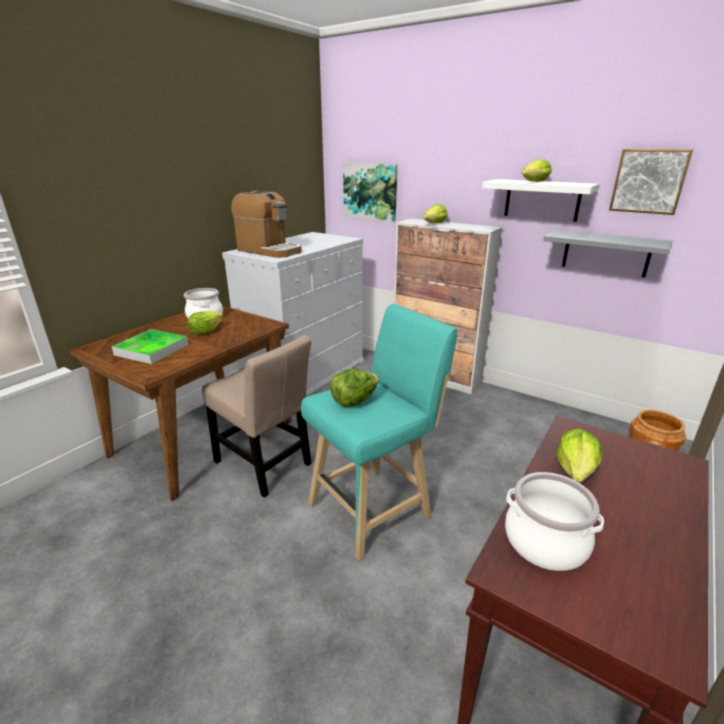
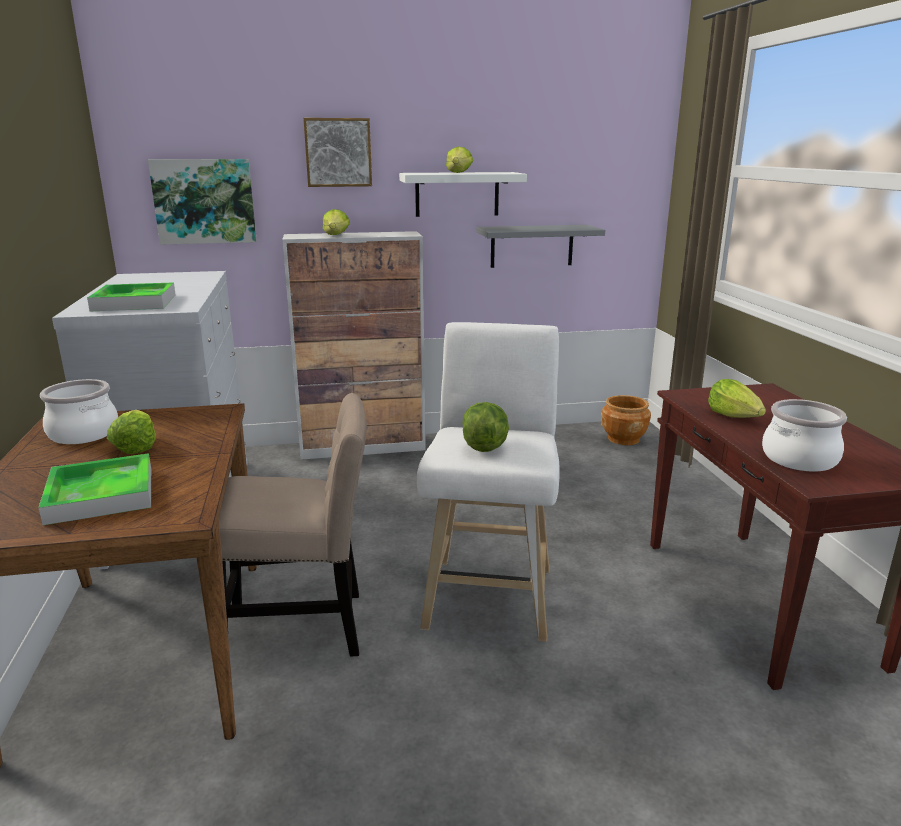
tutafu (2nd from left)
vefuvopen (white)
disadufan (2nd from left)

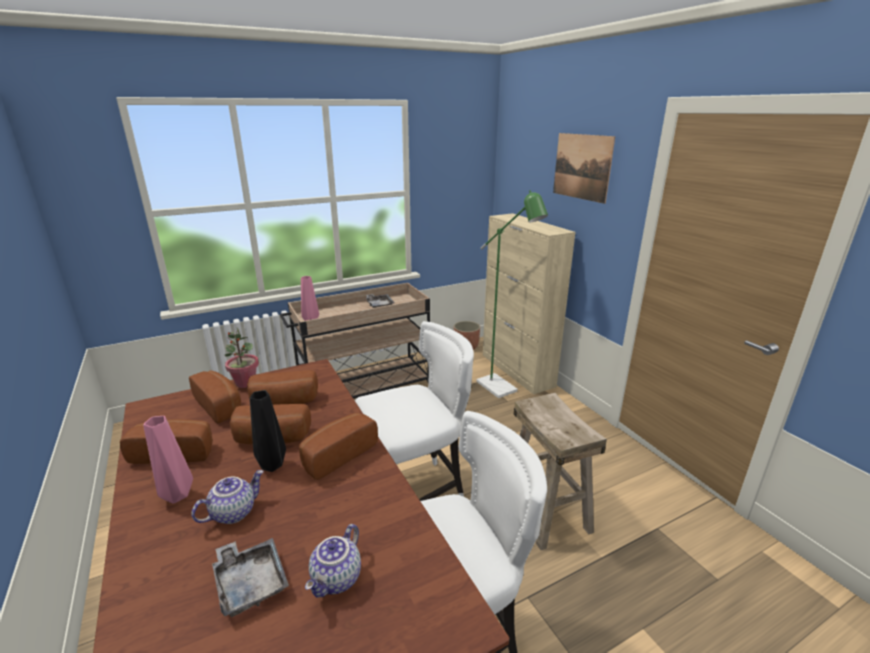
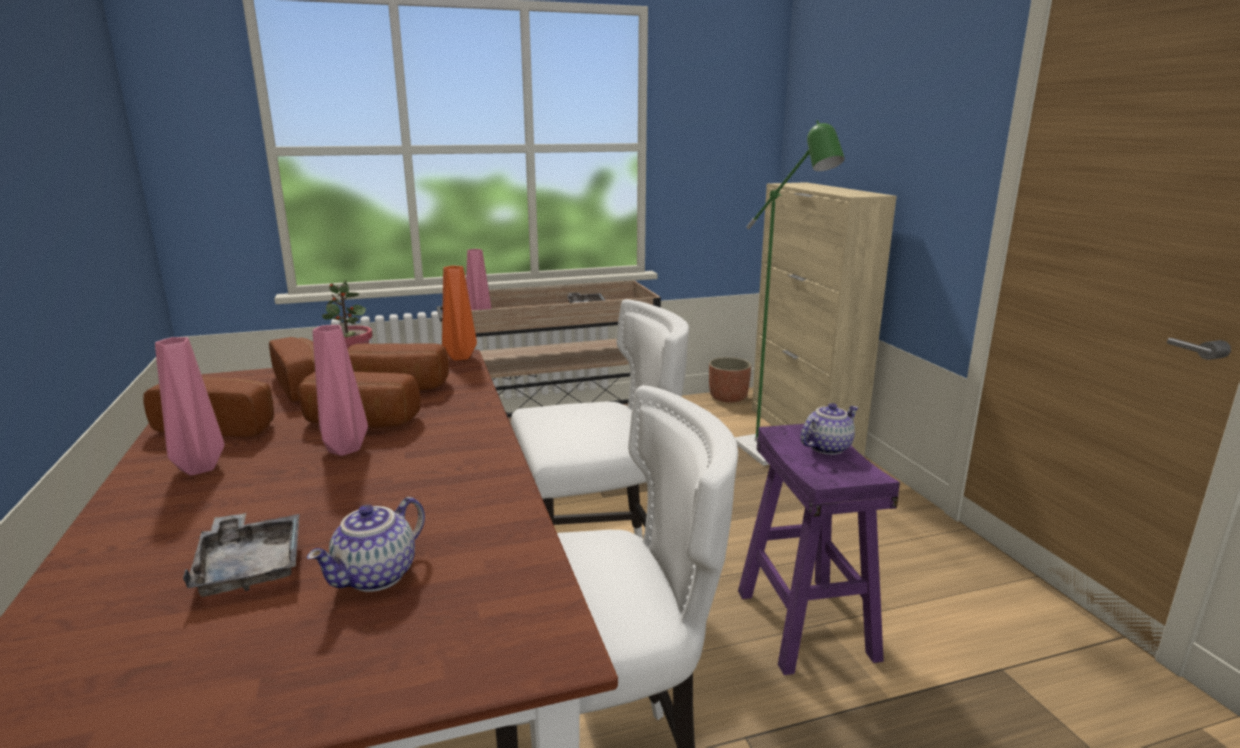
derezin (2nd from left)
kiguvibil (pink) (2nd from left)
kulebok (5th from left in the first image)
vefuvopen (purple)
disadufan
kiguvibil (orange)

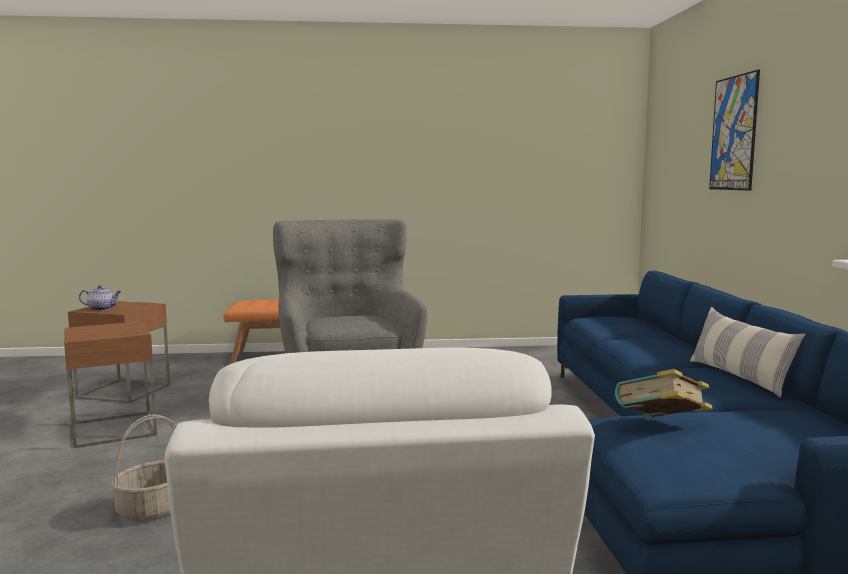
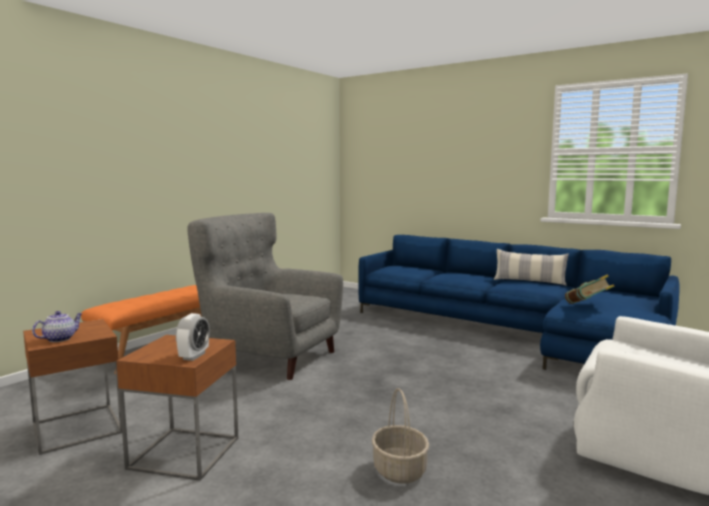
disadufan
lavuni

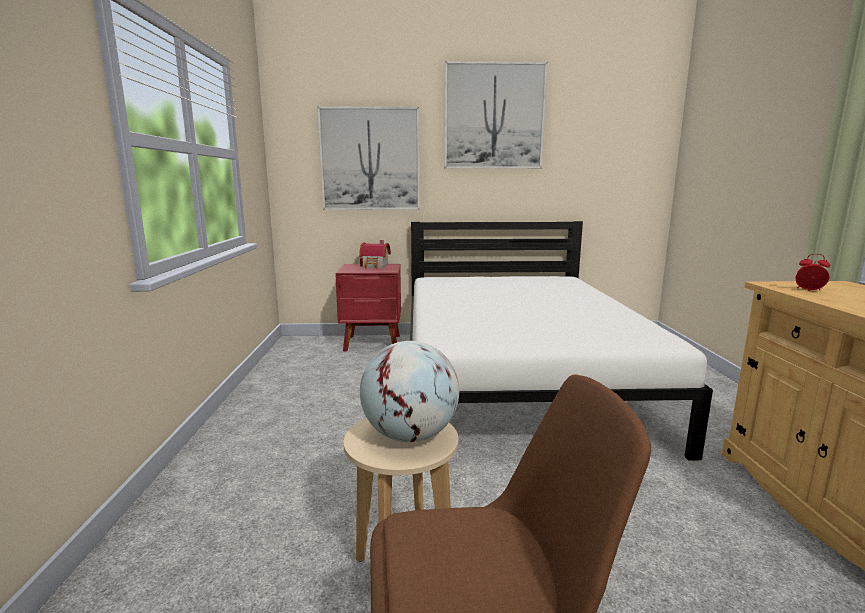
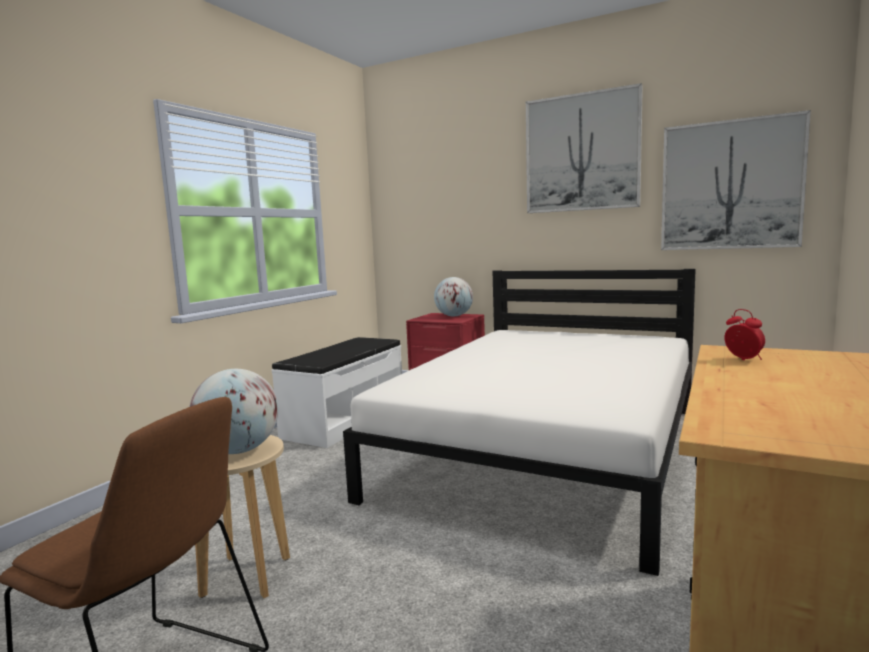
disadufan (2nd from left)
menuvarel (2nd from left)
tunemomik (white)

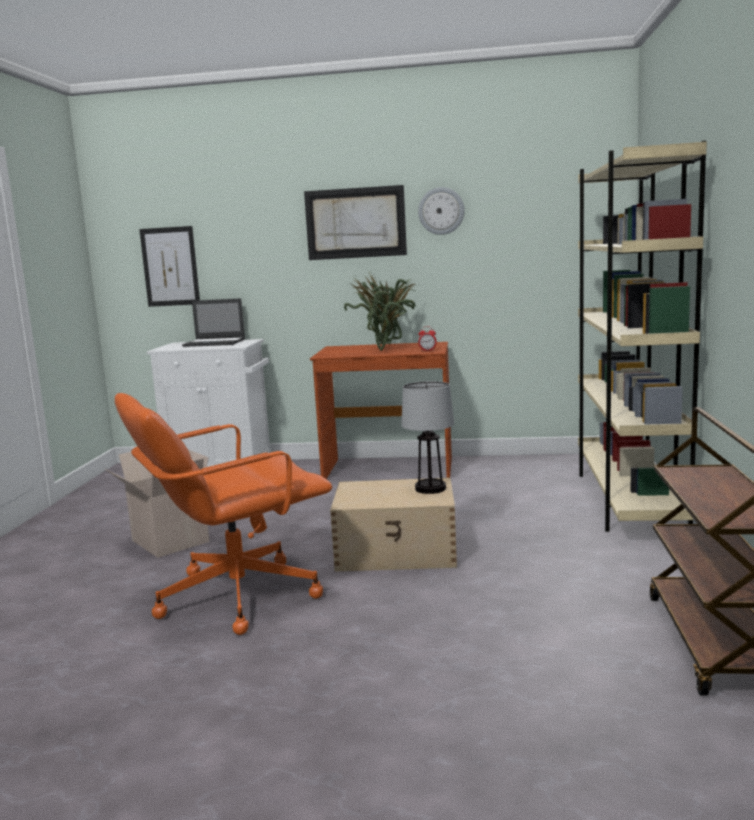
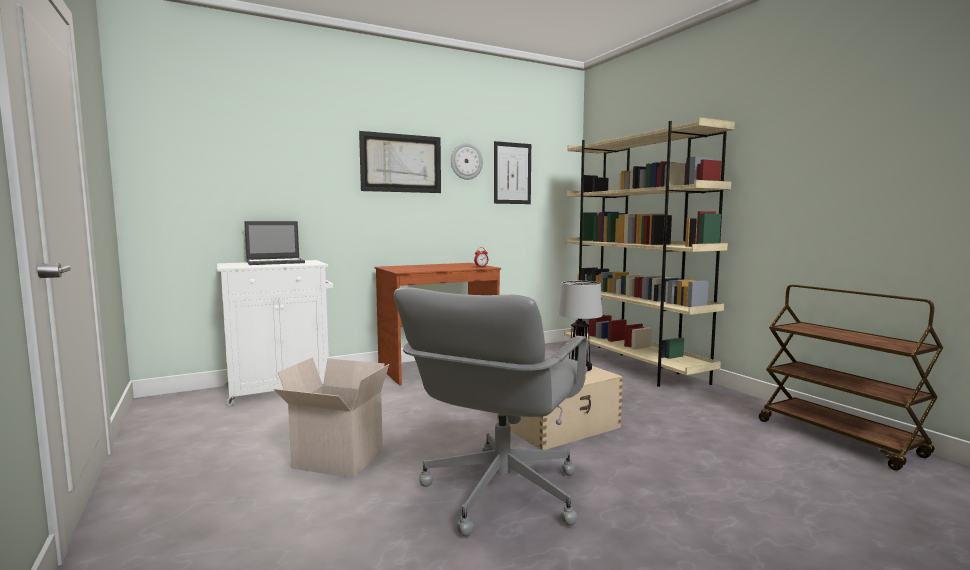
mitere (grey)
disadufan (2nd from left)
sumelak

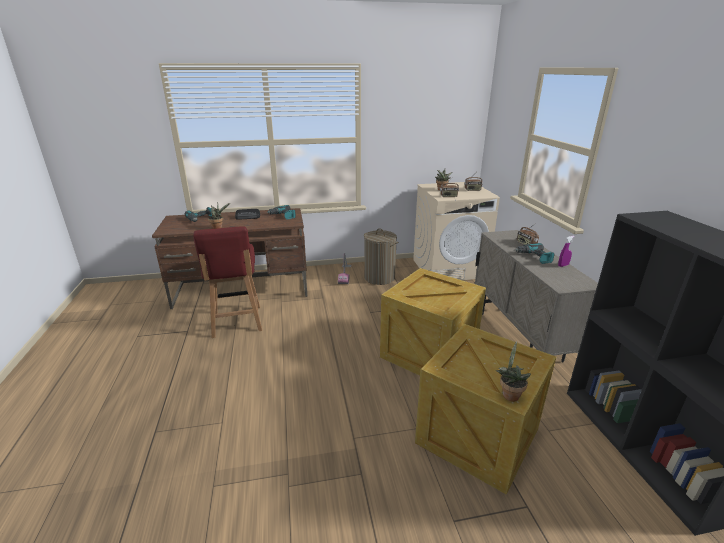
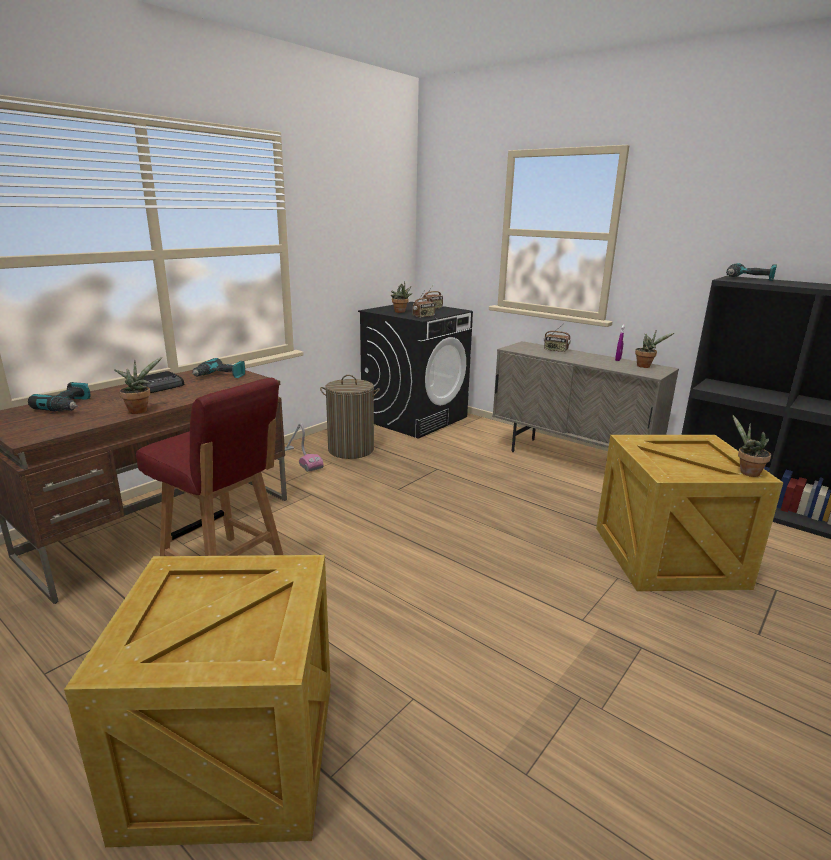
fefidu (1st from left)
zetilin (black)
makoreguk (3rd from left)
sumelak (3rd from left)

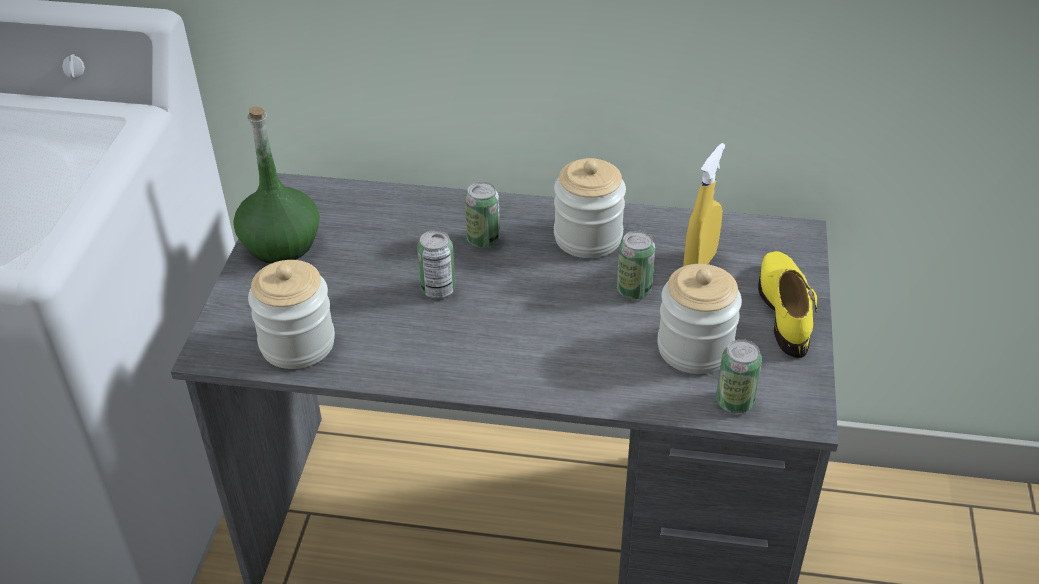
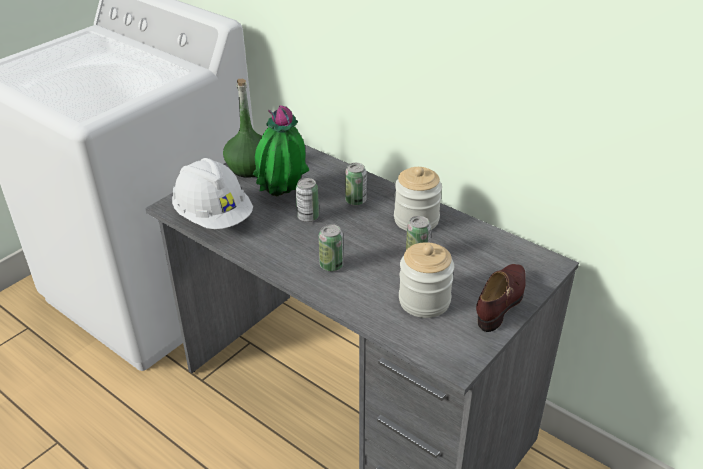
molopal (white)
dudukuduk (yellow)
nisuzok (2nd from left)
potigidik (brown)
sumelak

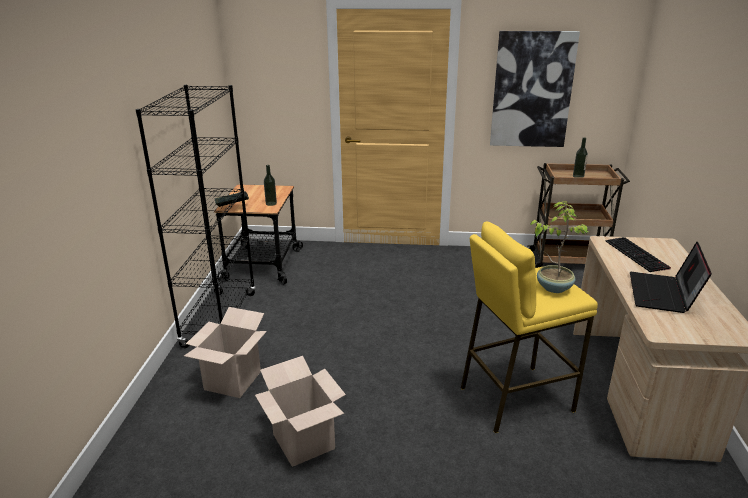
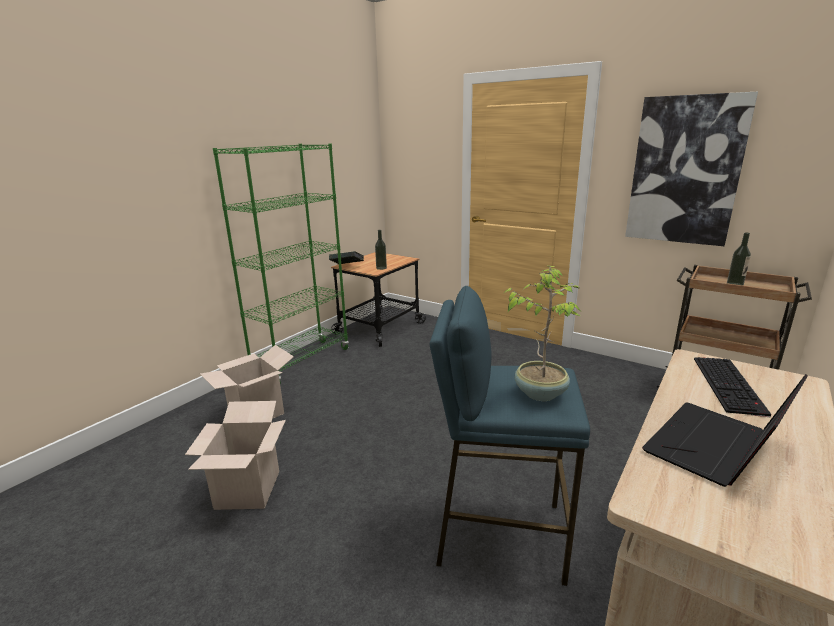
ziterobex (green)
vefuvopen (blue)

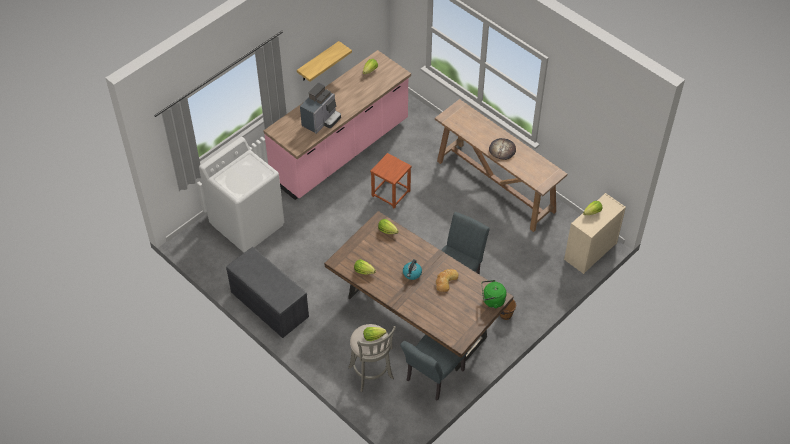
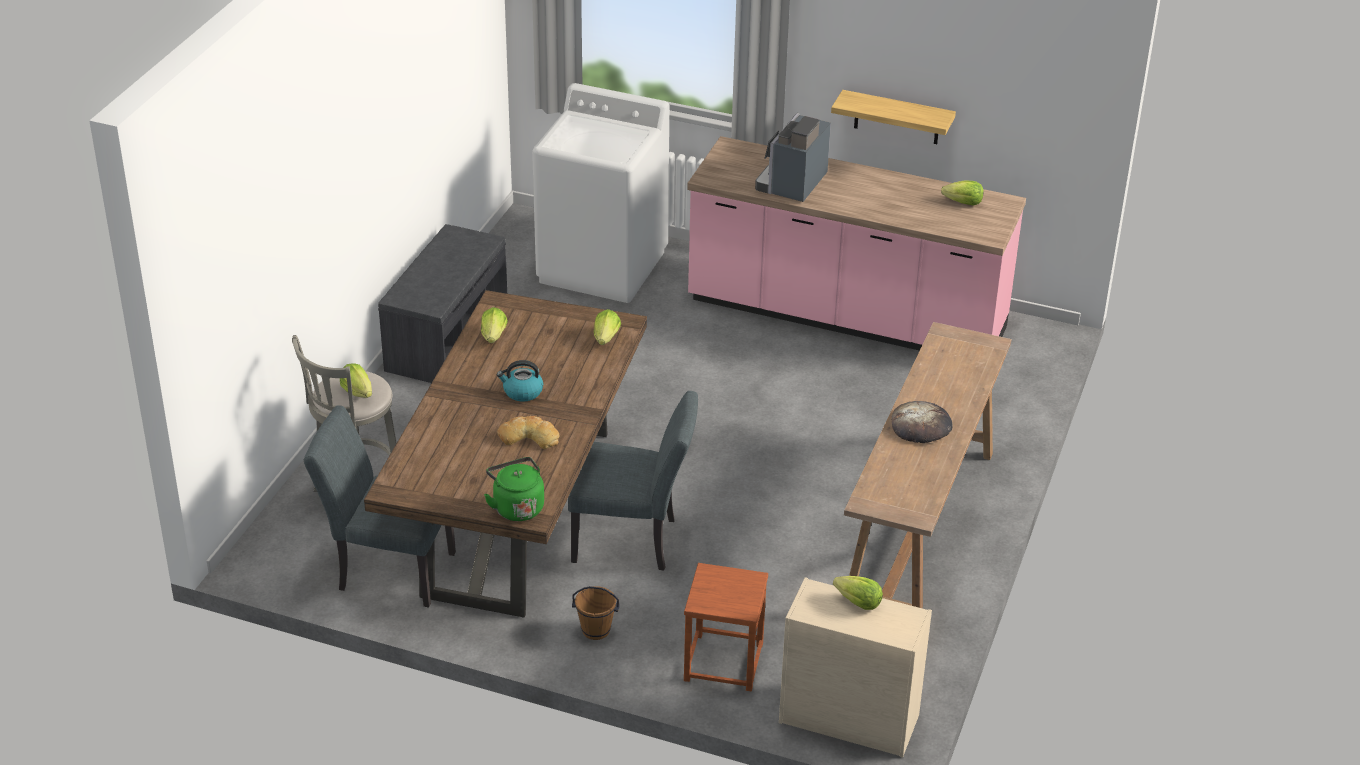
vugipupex
vefuvopen (brown)

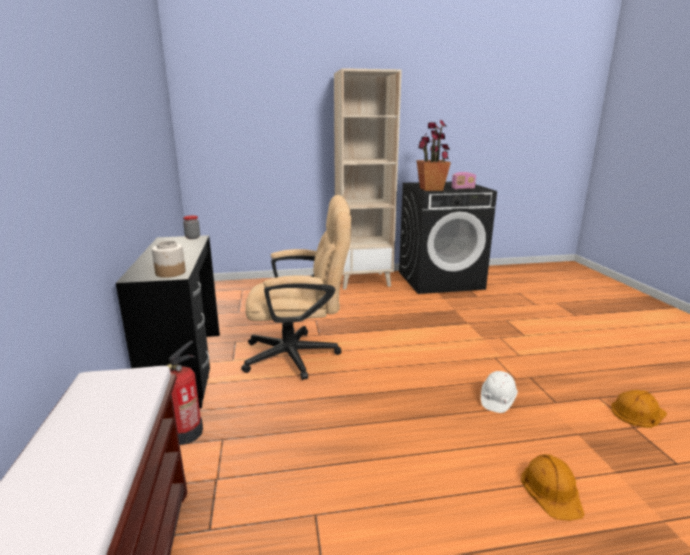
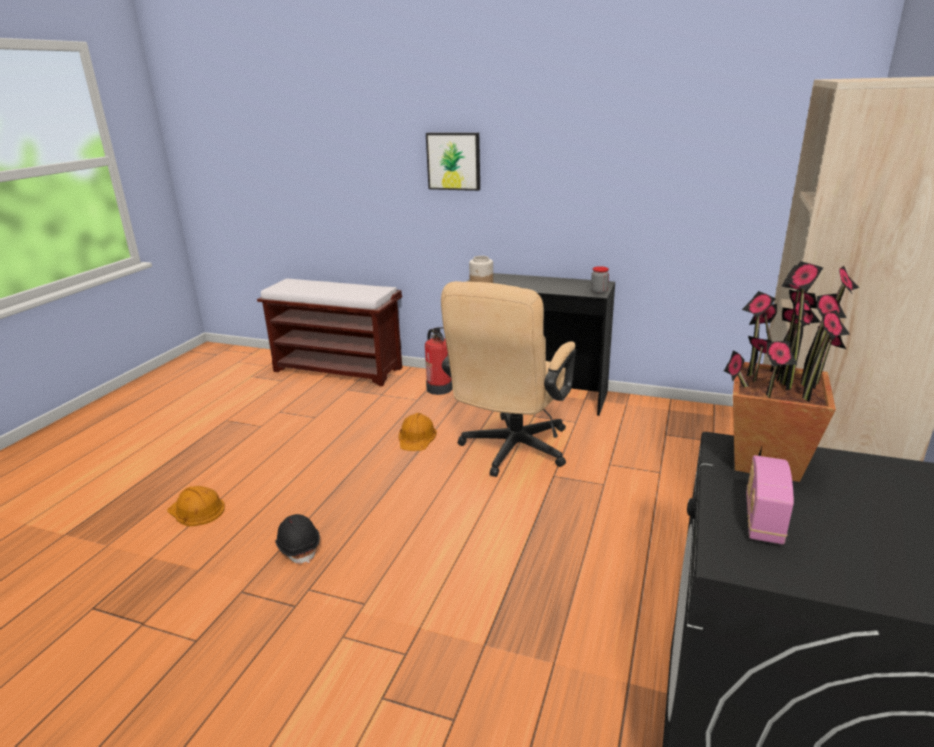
molopal (black)
molopal (orange) (2nd from left)
disadufan

